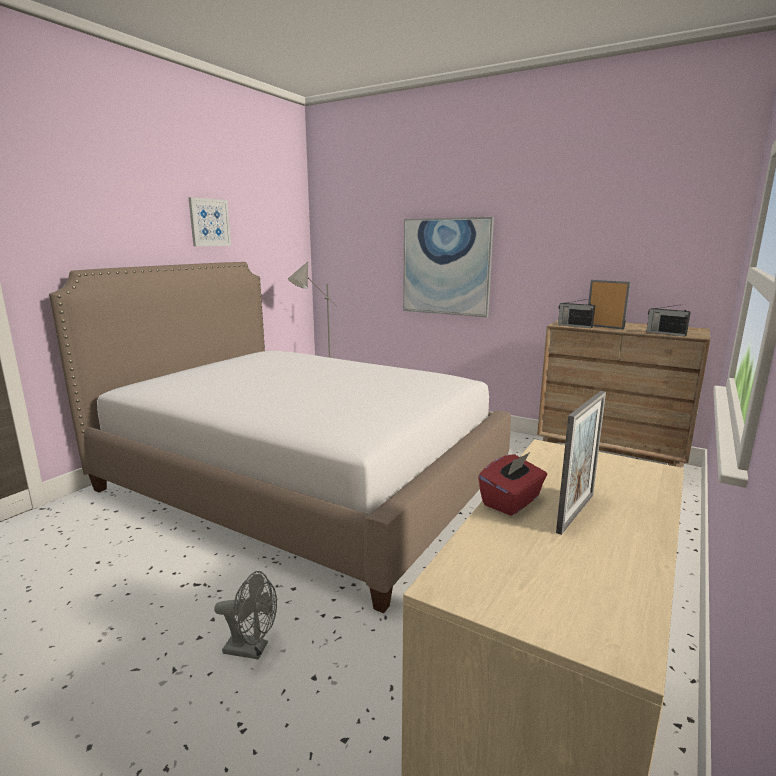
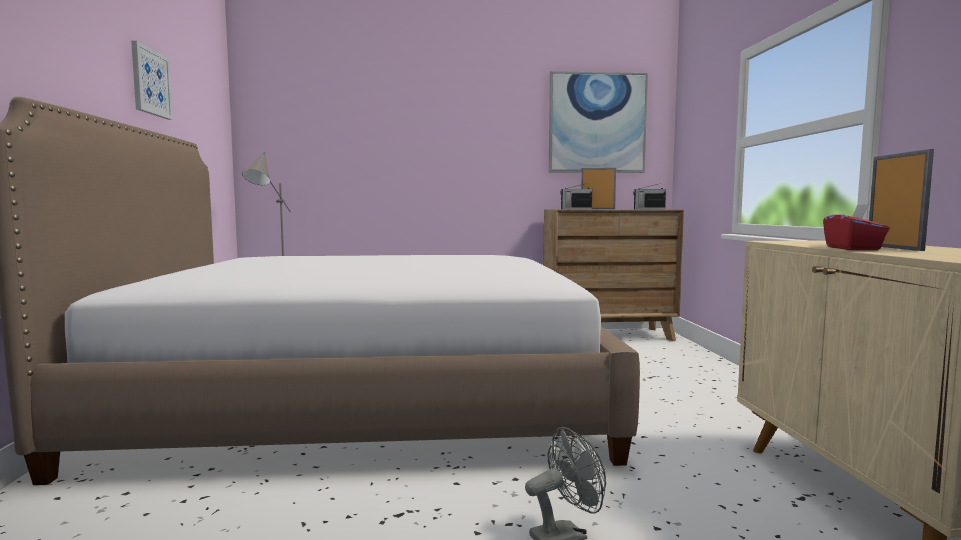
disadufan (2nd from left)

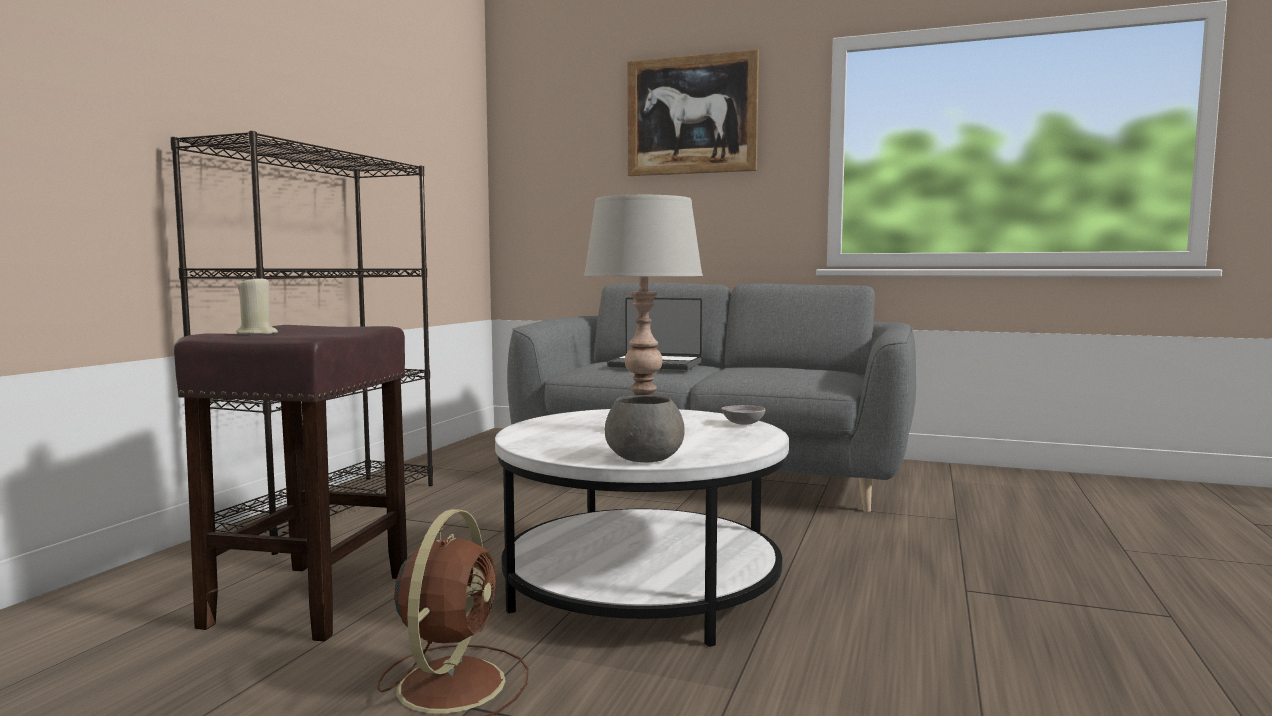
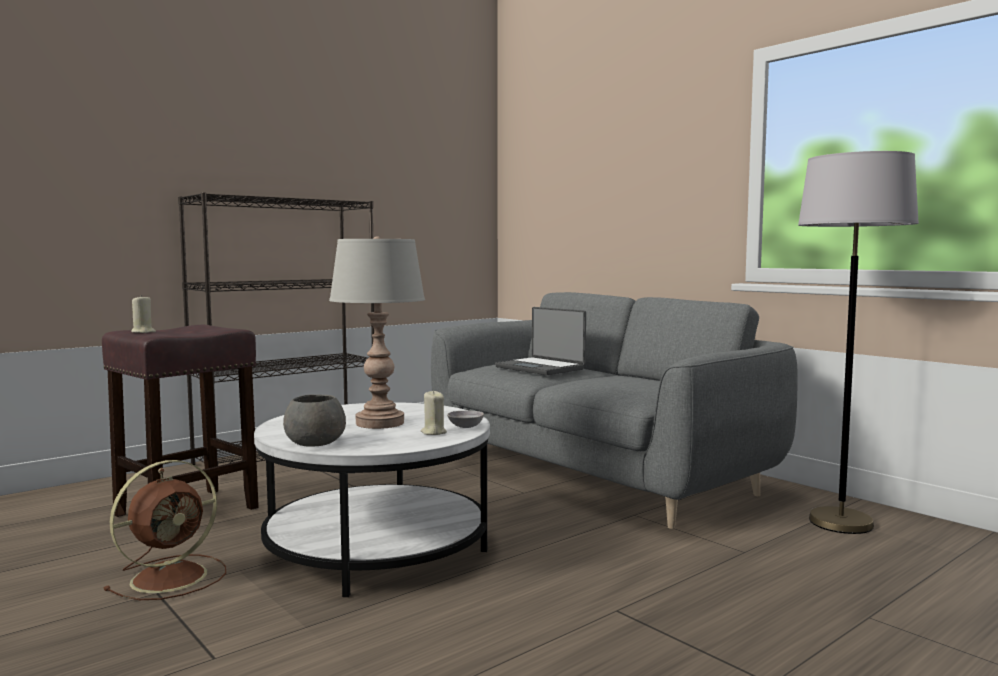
disadufan
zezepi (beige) (2nd from left)
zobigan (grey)

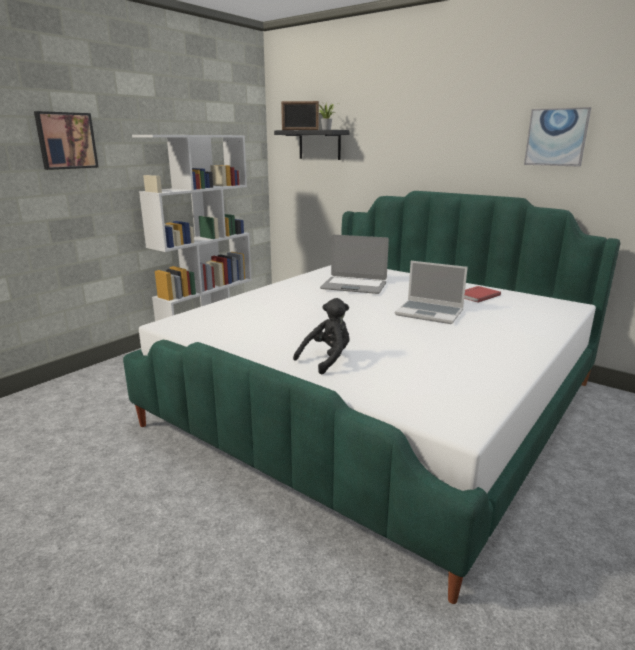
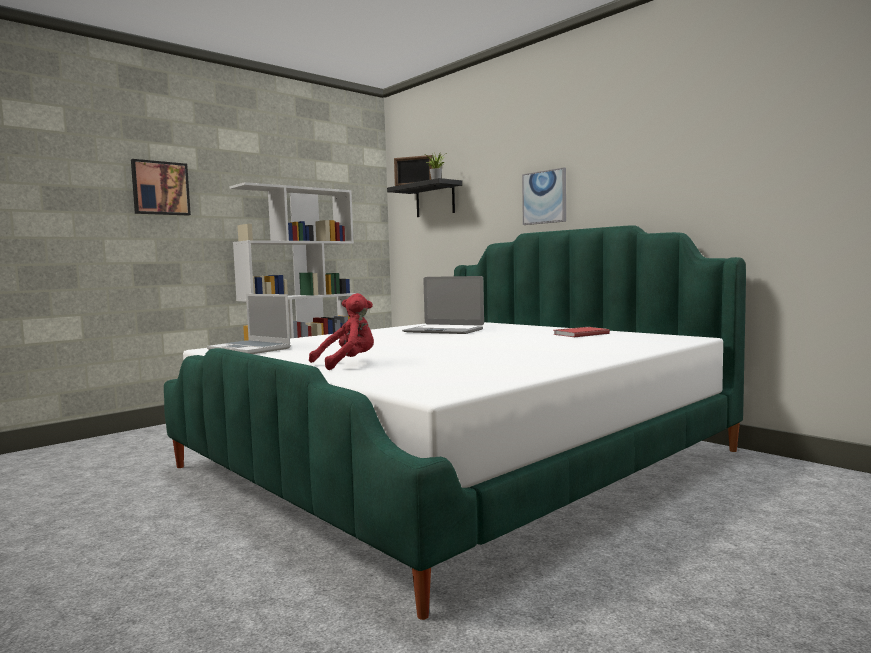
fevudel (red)
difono (1st from left)
disadufan (2nd from left)

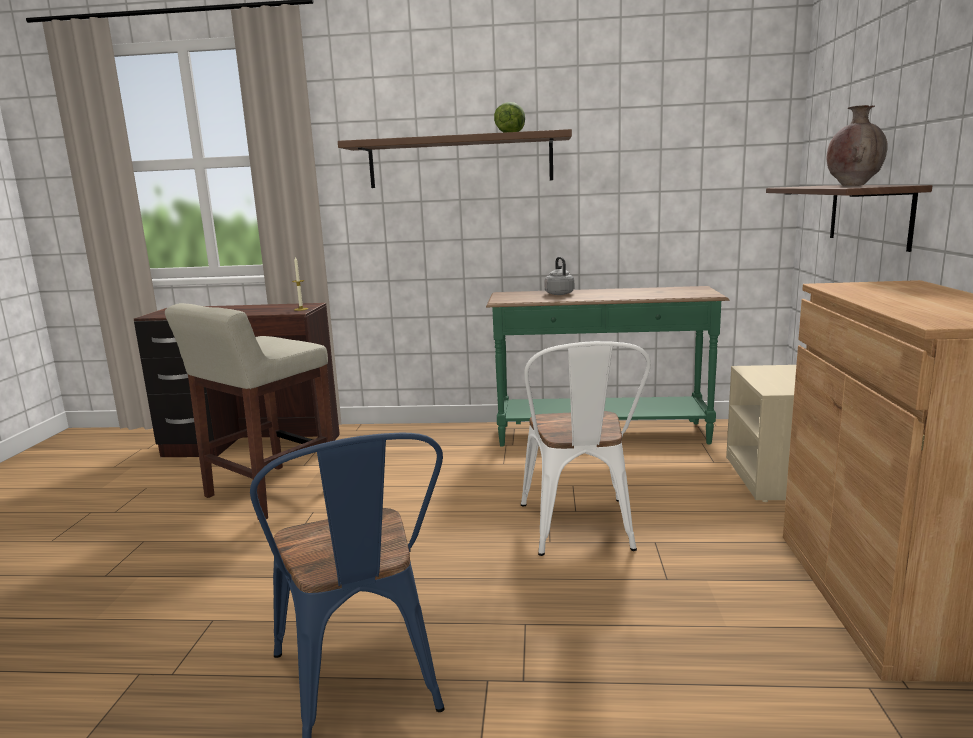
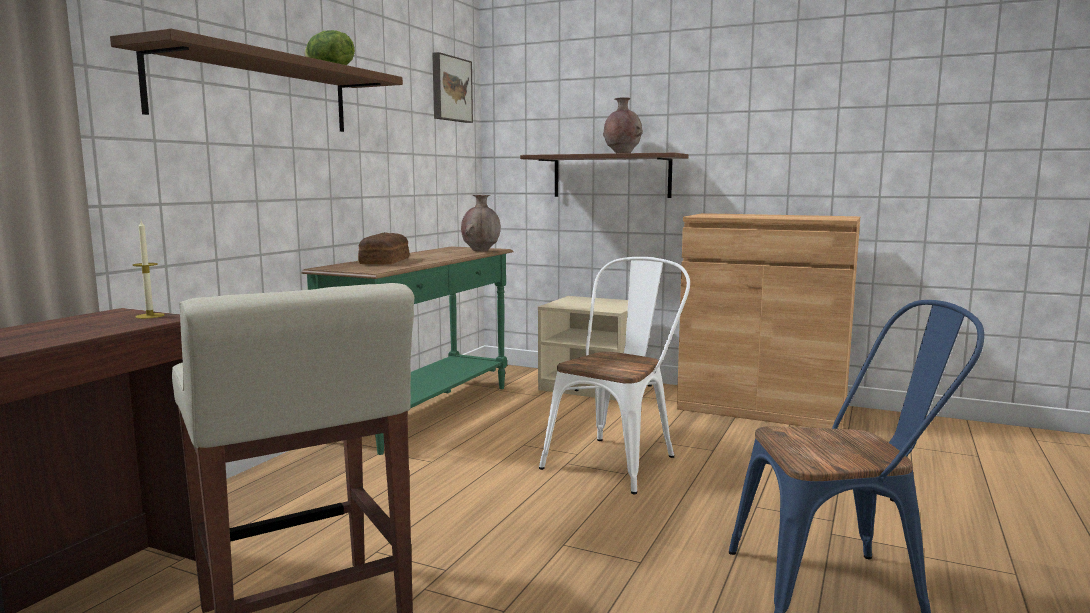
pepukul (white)
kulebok
disadufan
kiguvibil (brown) (1st from left)

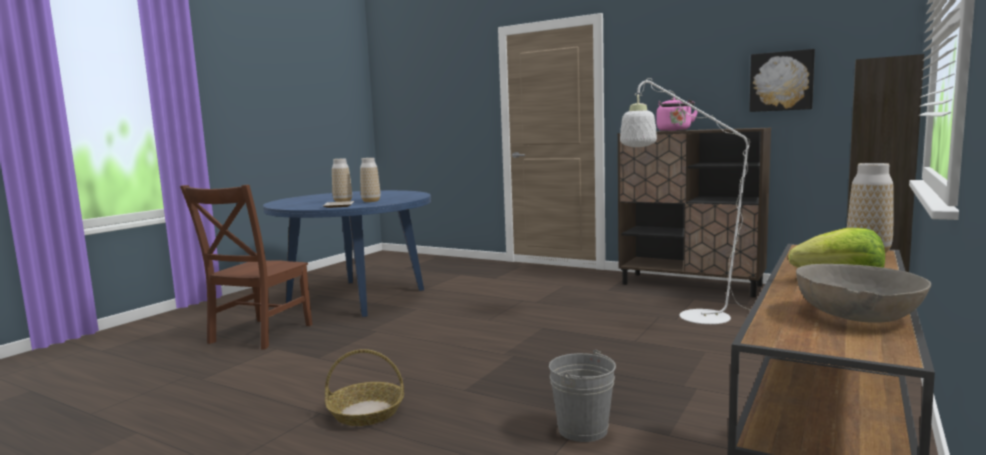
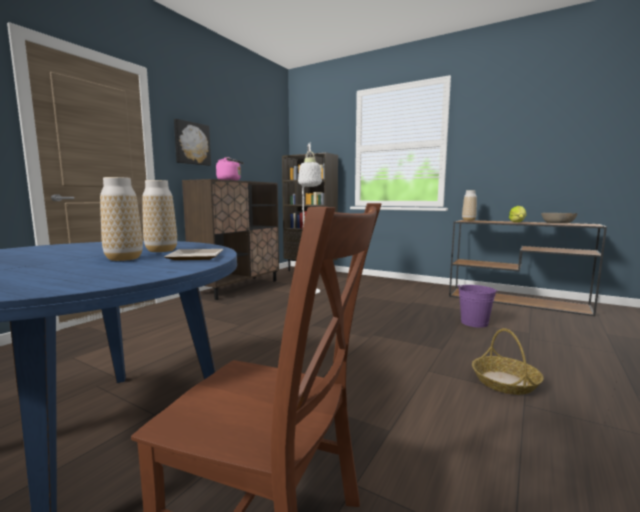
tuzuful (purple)
disadufan

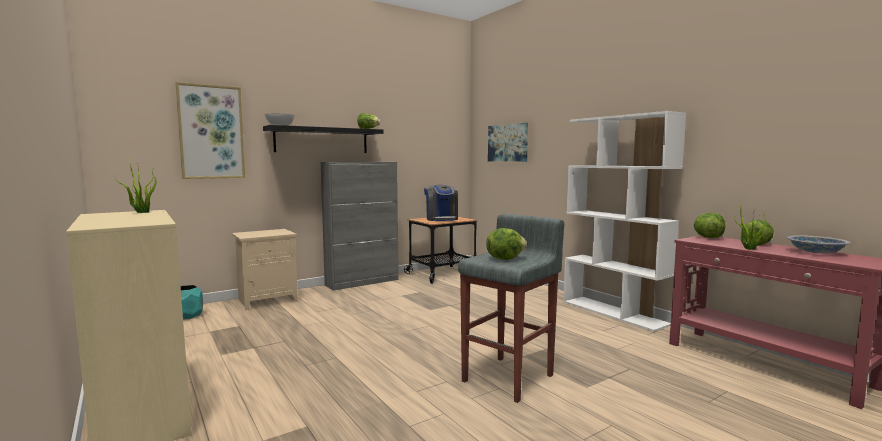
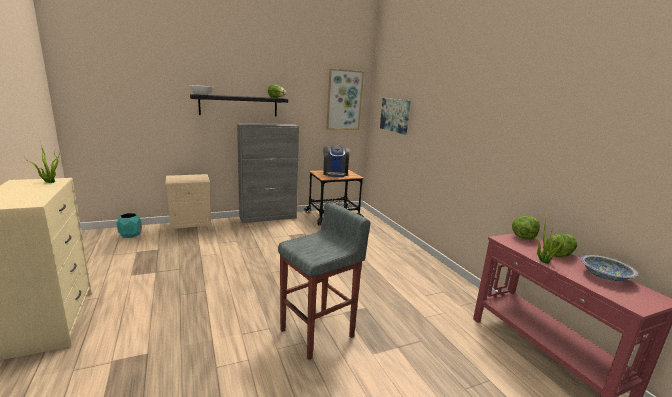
disadufan (1st from left)
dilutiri (2nd from left in the first image)
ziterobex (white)

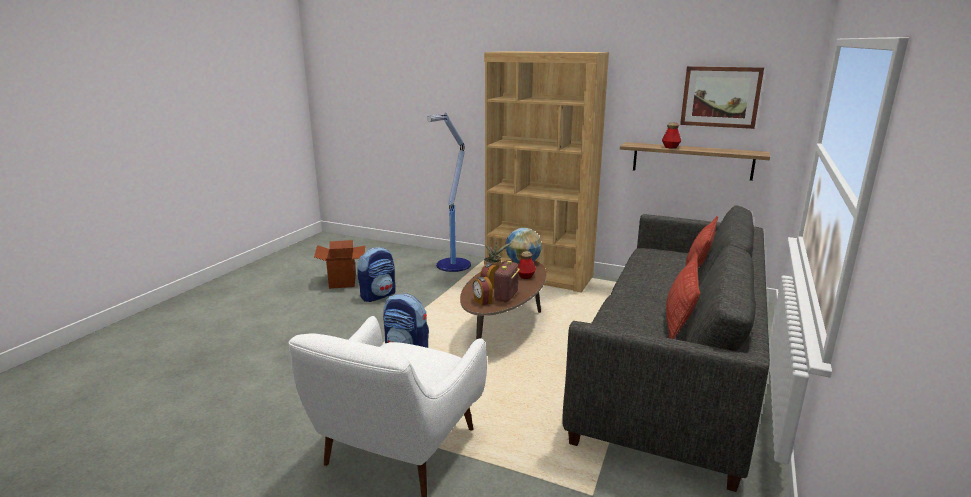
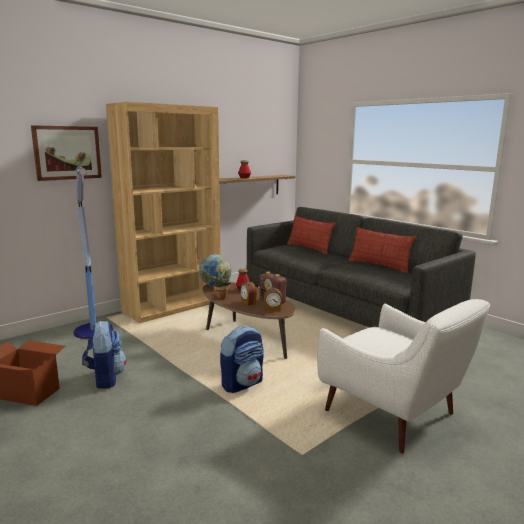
disadufan

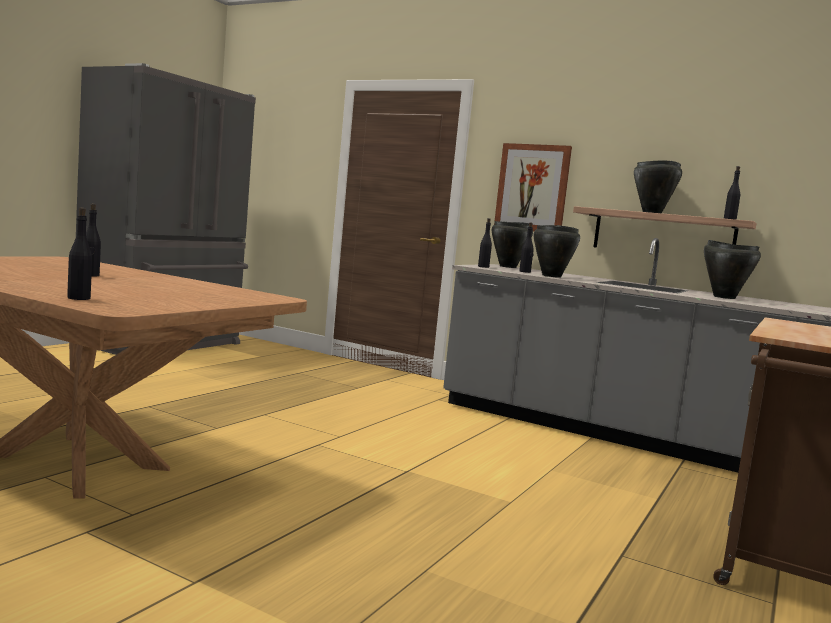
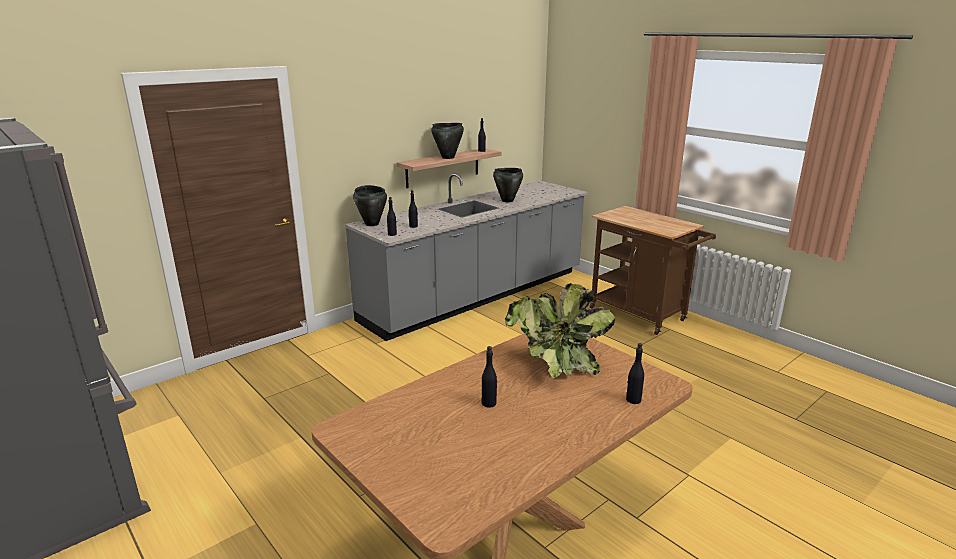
disadufan
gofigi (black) (2nd from left in the first image)
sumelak

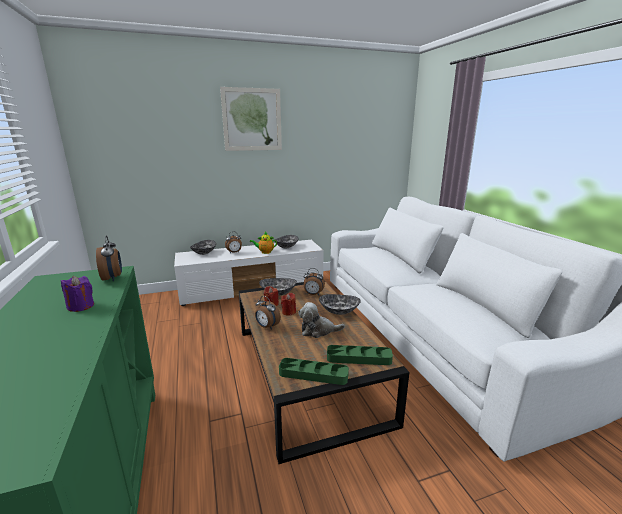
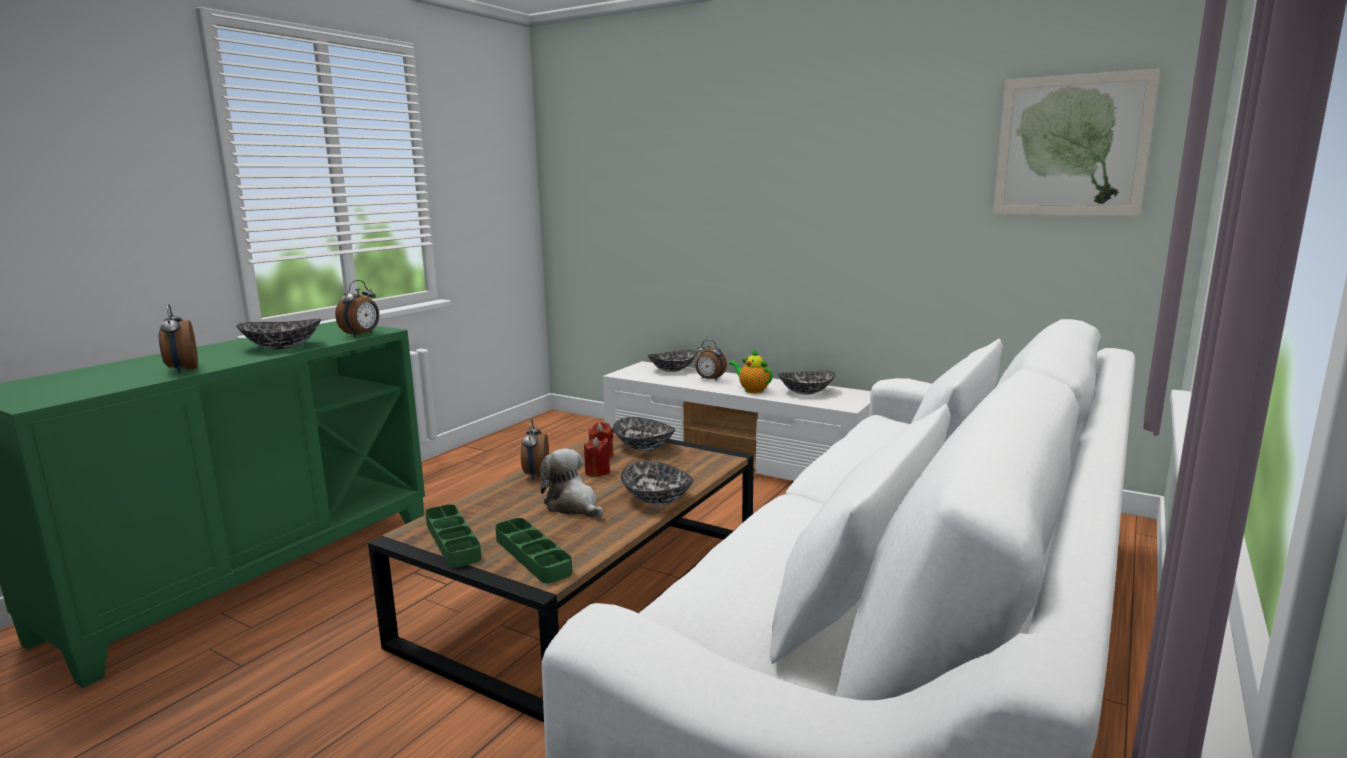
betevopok (1st from left)
disadufan
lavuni (1st from left)

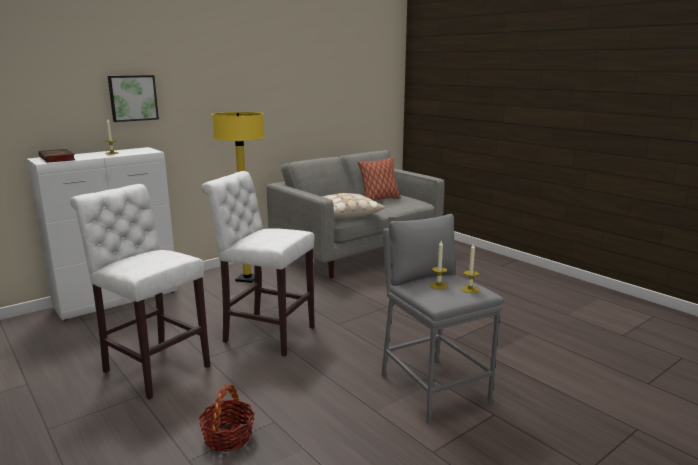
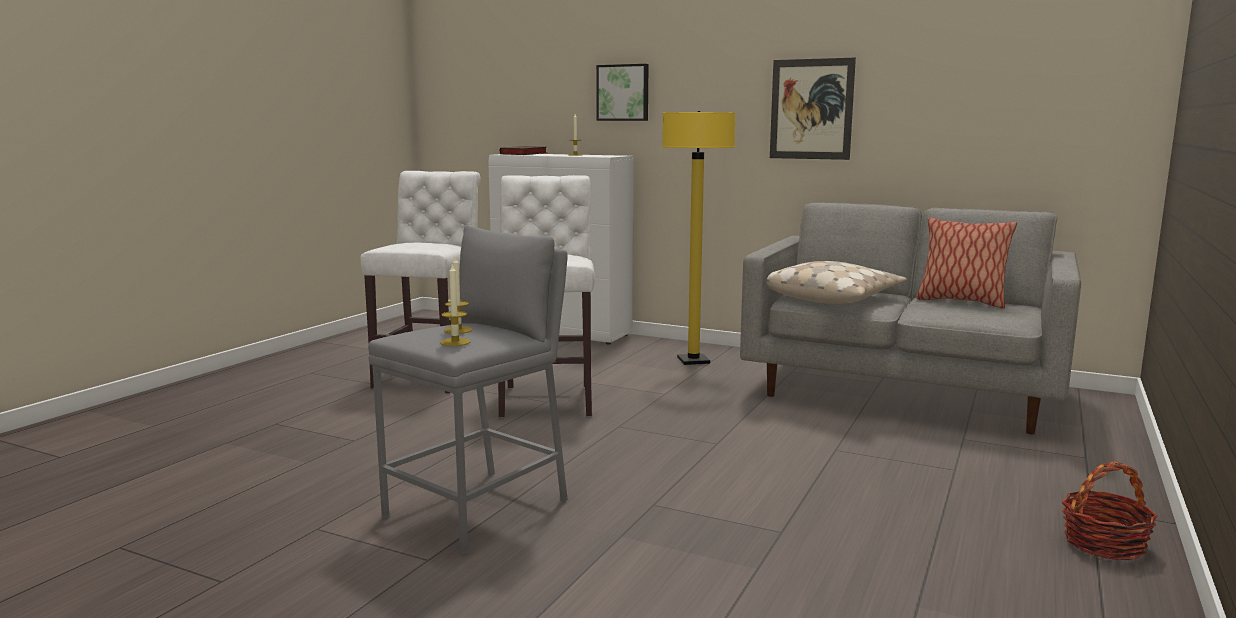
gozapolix
disadufan (2nd from left)

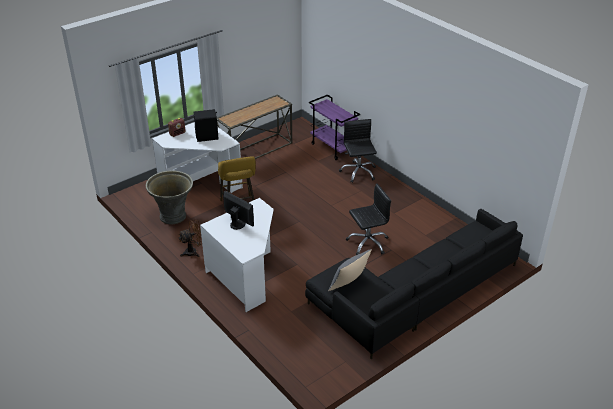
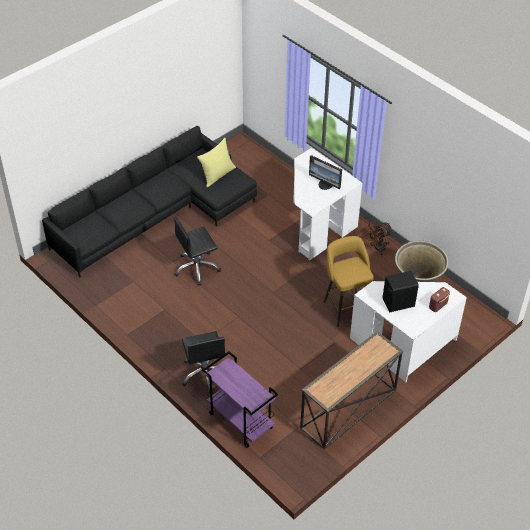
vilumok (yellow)

